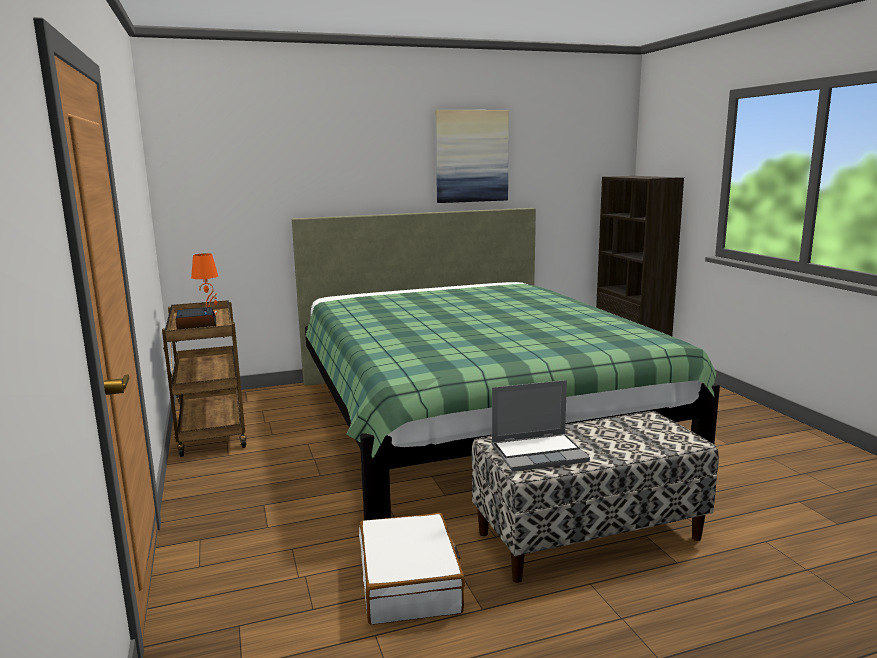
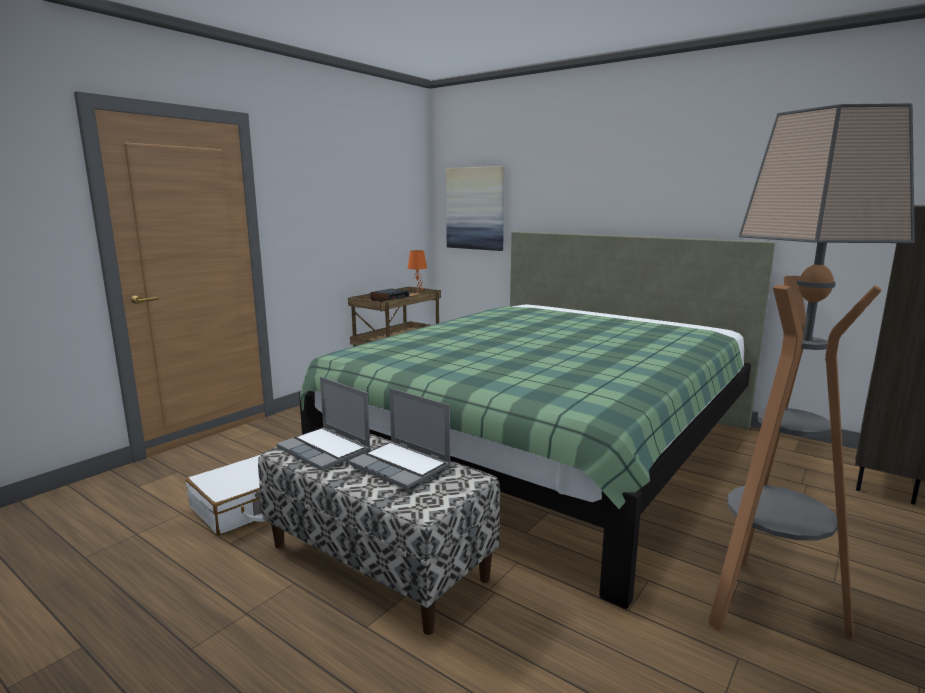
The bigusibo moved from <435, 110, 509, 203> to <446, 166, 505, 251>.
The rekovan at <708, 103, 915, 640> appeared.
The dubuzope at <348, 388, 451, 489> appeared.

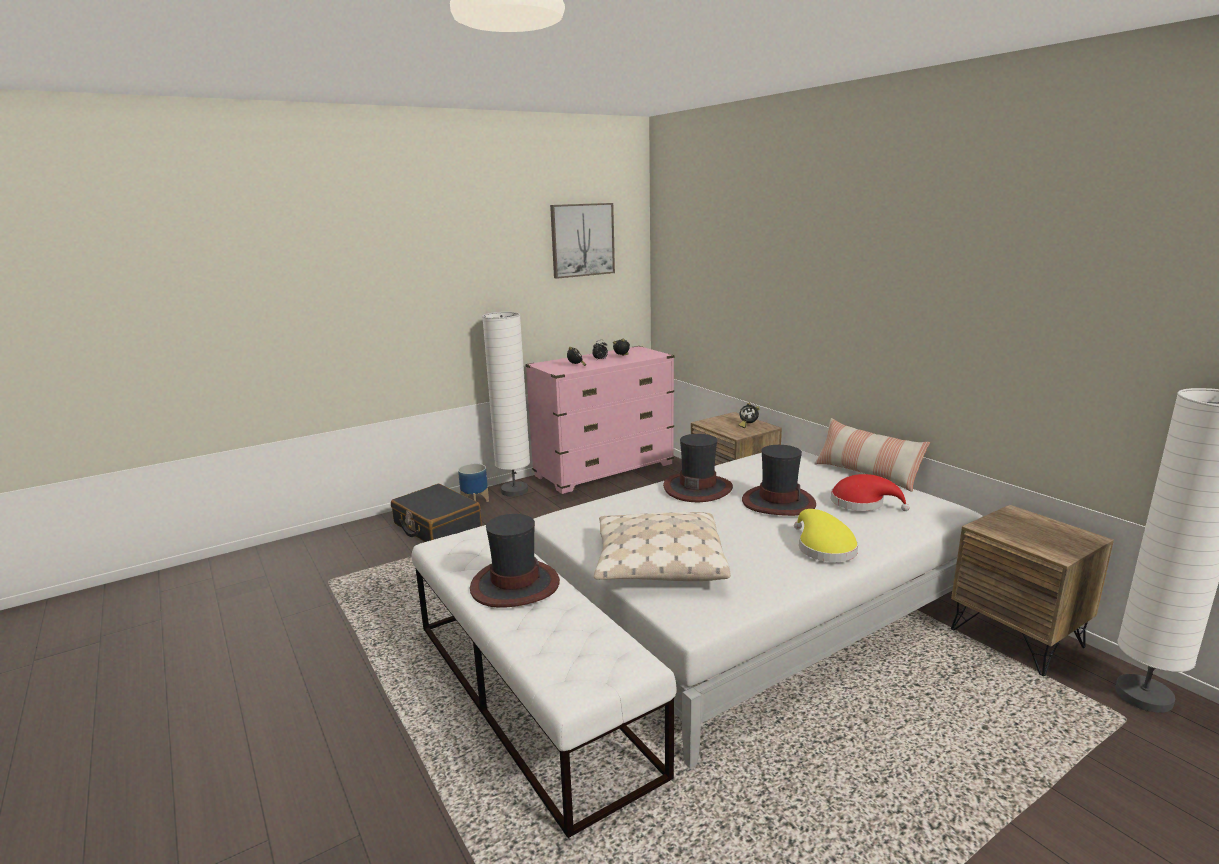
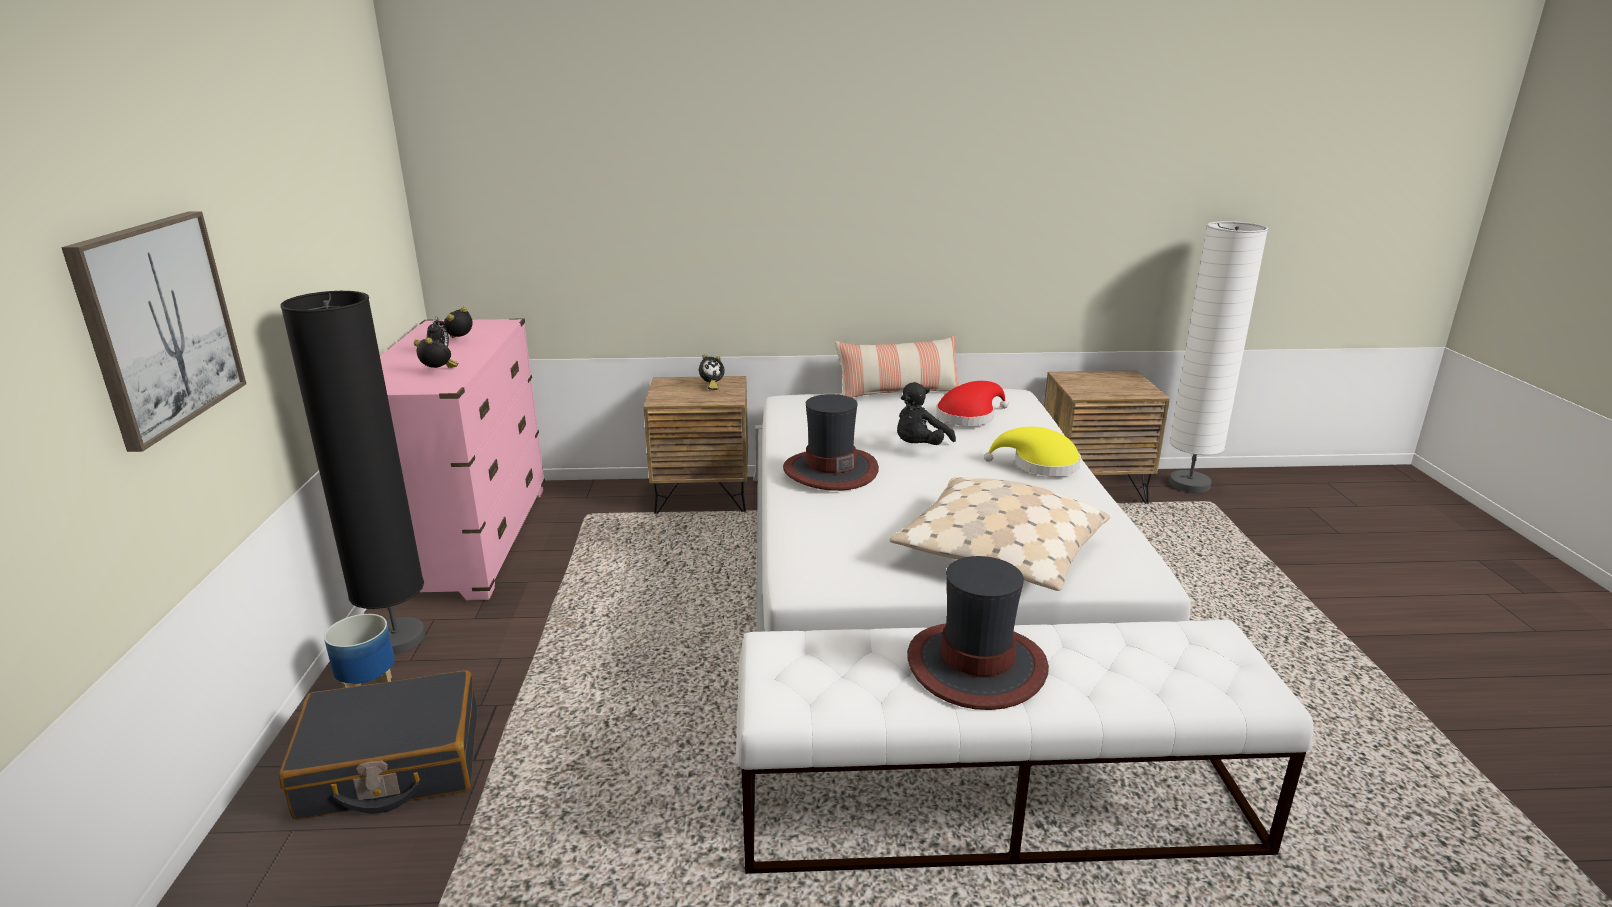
The bigusibo moved from <550, 203, 615, 279> to <61, 211, 246, 452>.
The white_rekovan at <482, 312, 530, 497> became the black_rekovan at <280, 291, 425, 655>.
The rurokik at <742, 445, 816, 516> was replaced by the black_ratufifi at <897, 382, 956, 445>.

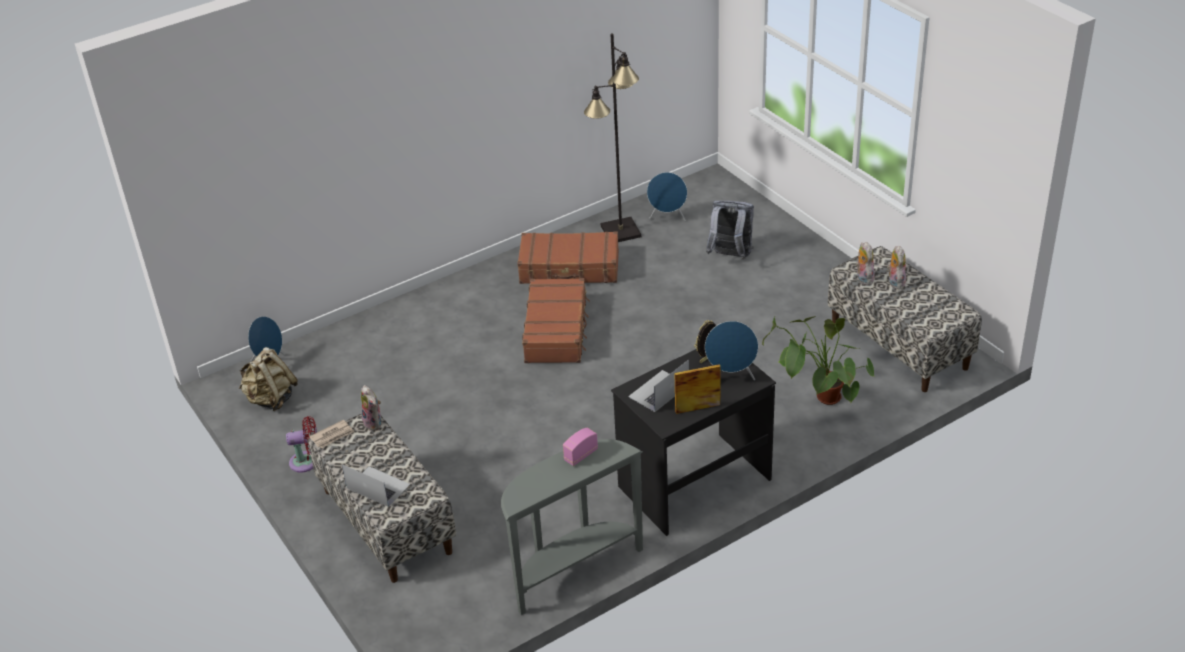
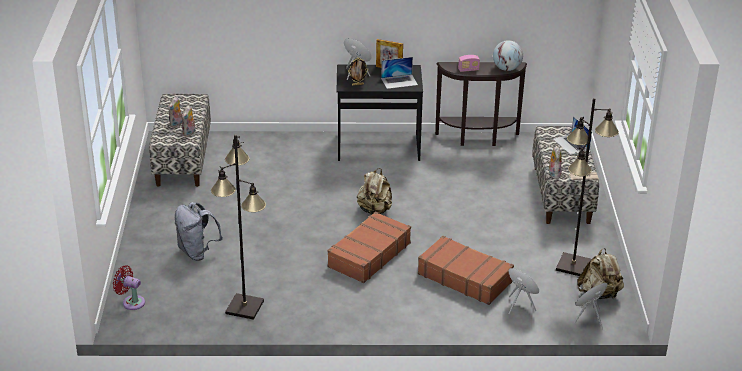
The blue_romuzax moved from <647, 172, 687, 221> to <508, 268, 539, 314>.
The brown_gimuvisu moved from <517, 231, 619, 284> to <418, 236, 514, 305>.
The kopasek at <762, 316, 875, 405> disappeared.
The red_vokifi moved from <286, 416, 317, 473> to <113, 265, 145, 310>.
The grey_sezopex at <501, 439, 643, 615> became the brown_sezopex at <435, 62, 527, 146>.
The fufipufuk at <493, 40, 523, 71> appeared.
The black_rekovan at <556, 98, 619, 276> appeared.
The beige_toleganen at <357, 168, 392, 214> appeared.

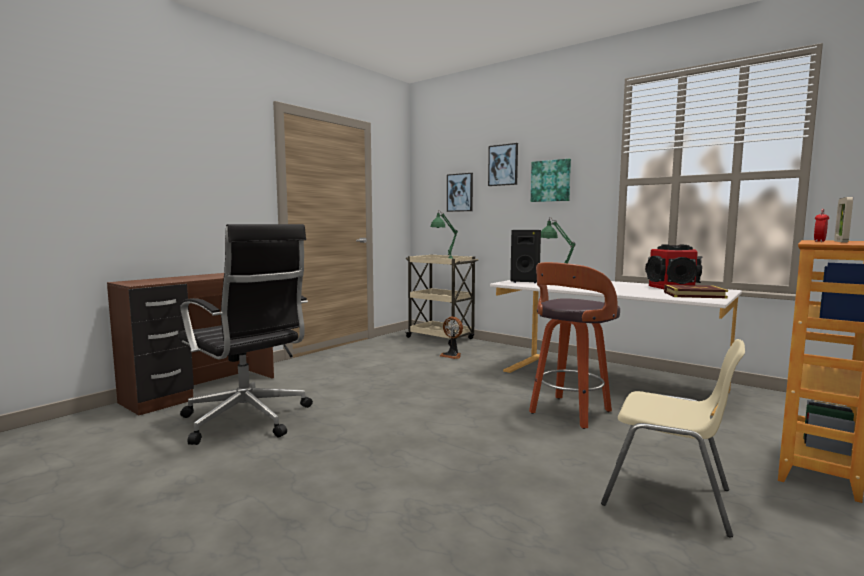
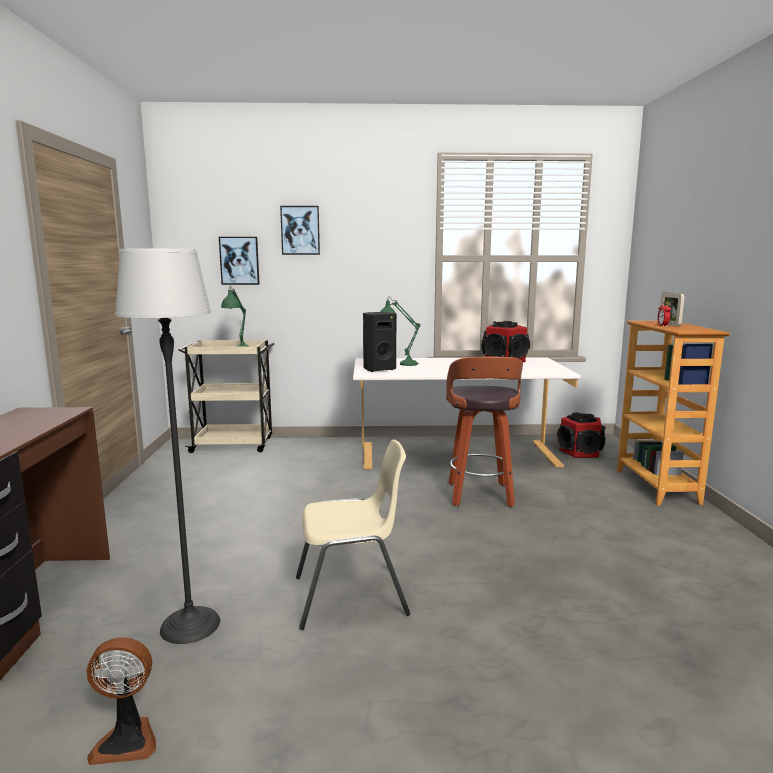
The bigusibo at <531, 159, 571, 202> disappeared.
The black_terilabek at <178, 224, 313, 445> was replaced by the rekovan at <115, 248, 220, 644>.
The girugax at <664, 285, 728, 299> disappeared.
The vokifi moved from <439, 317, 463, 359> to <86, 637, 156, 765>.
The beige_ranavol moved from <601, 339, 745, 538> to <296, 439, 410, 630>.
The romuzax at <557, 412, 606, 458> appeared.

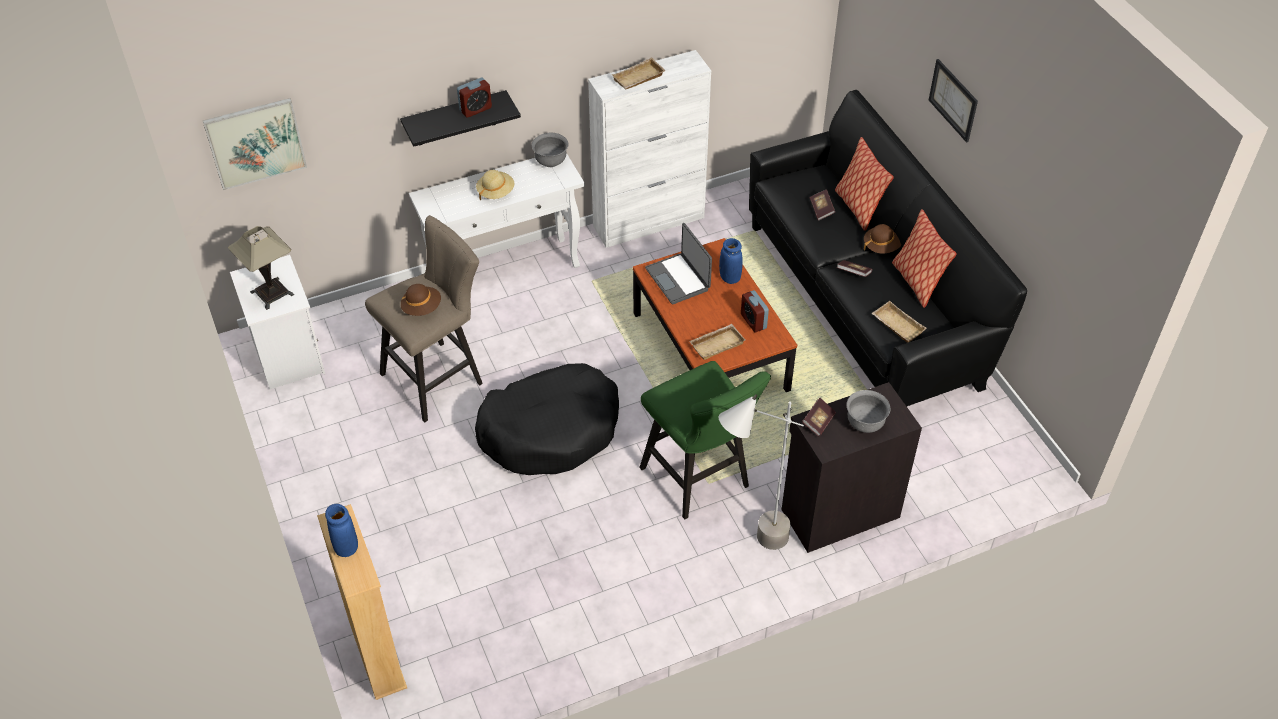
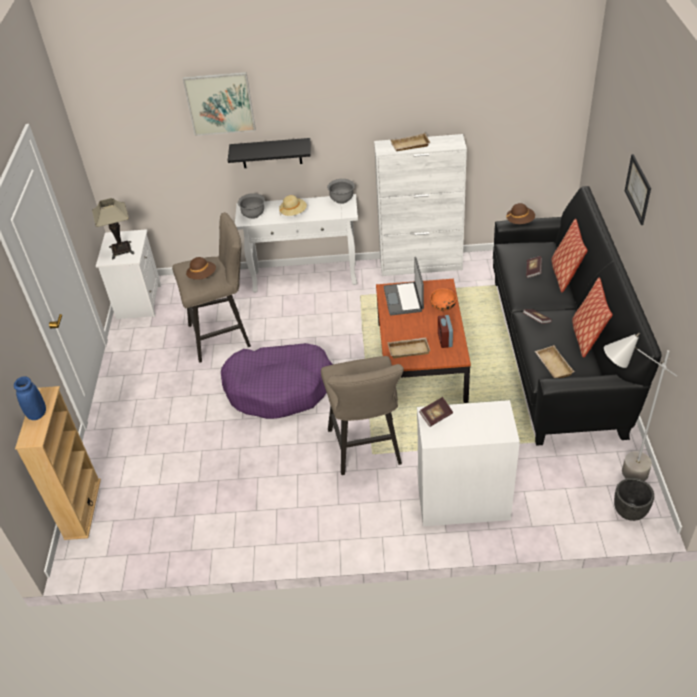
The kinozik at <457, 78, 492, 118> disappeared.
The bigusibo moved from <203, 98, 307, 190> to <183, 72, 256, 136>.
The brown_rurokik moved from <864, 224, 901, 254> to <506, 203, 535, 224>.
The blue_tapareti at <719, 238, 743, 284> was replaced by the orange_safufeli at <430, 288, 457, 311>.
The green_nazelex at <639, 361, 771, 519> became the beige_nazelex at <321, 356, 404, 475>.
The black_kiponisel at <475, 363, 619, 475> became the purple_kiponisel at <221, 343, 333, 419>.
The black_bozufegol at <782, 382, 922, 553> became the white_bozufegol at <417, 400, 520, 526>.
The grey_safufeli moved from <847, 390, 890, 433> to <238, 193, 265, 219>.
The grey_rekovan moved from <719, 394, 804, 550> to <604, 333, 677, 481>.
The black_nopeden at <614, 478, 654, 521> appeared.

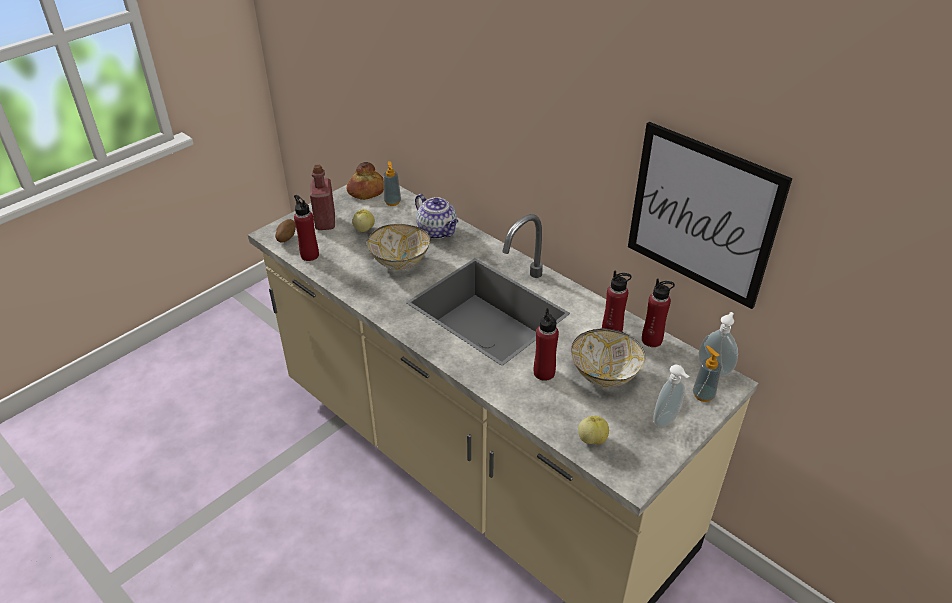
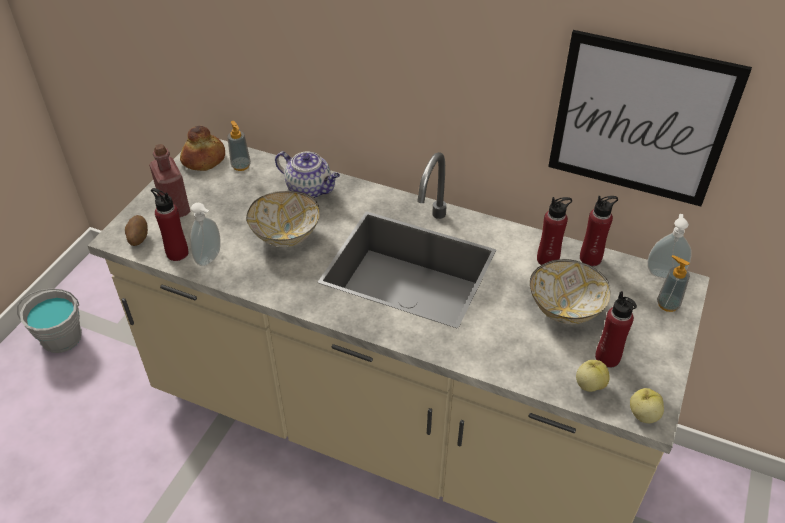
The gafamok moved from <352, 209, 375, 232> to <630, 388, 664, 423>.
The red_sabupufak moved from <534, 308, 559, 381> to <595, 291, 637, 368>.
The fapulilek moved from <653, 365, 689, 427> to <190, 203, 221, 266>.
The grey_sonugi at <17, 289, 82, 353> appeared.

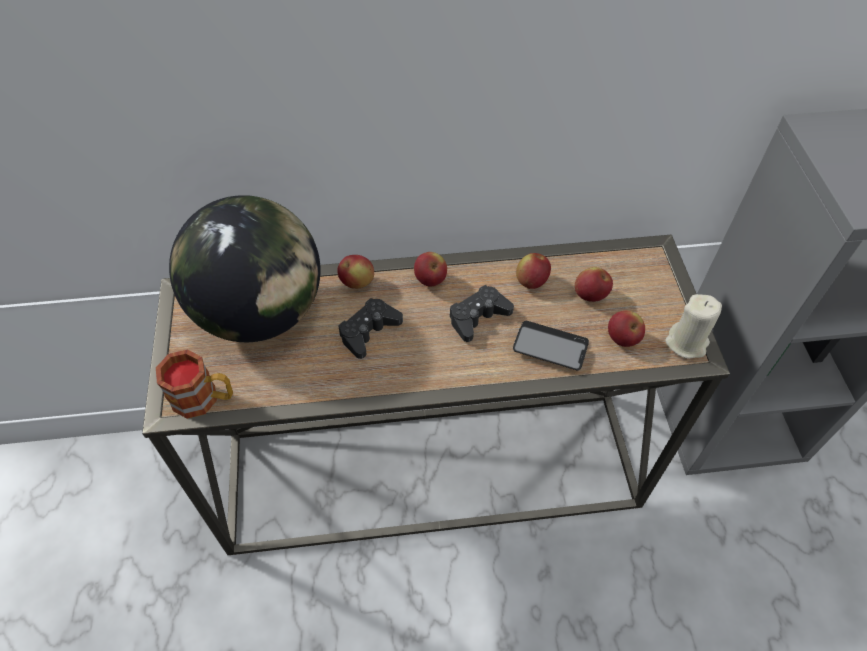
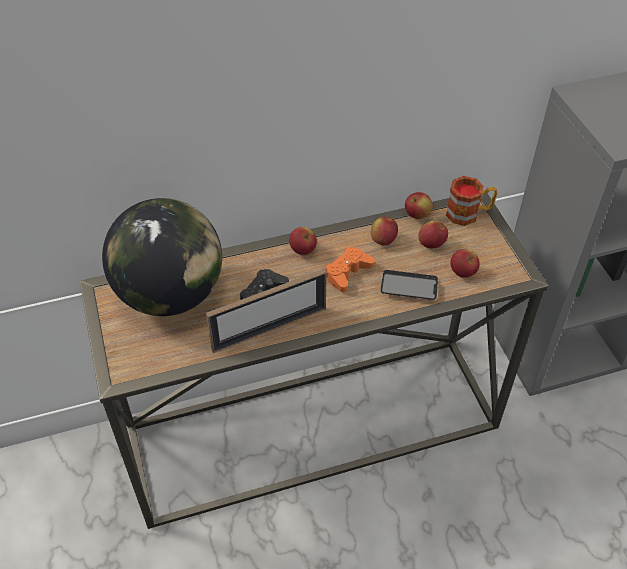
The gafamok moved from <337, 255, 374, 289> to <405, 192, 433, 219>.
The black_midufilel at <449, 285, 514, 342> became the orange_midufilel at <325, 247, 375, 292>.
The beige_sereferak at <665, 294, 722, 359> disappeared.
The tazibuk moved from <156, 350, 233, 419> to <446, 176, 497, 226>.
The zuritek at <206, 269, 327, 353> appeared.

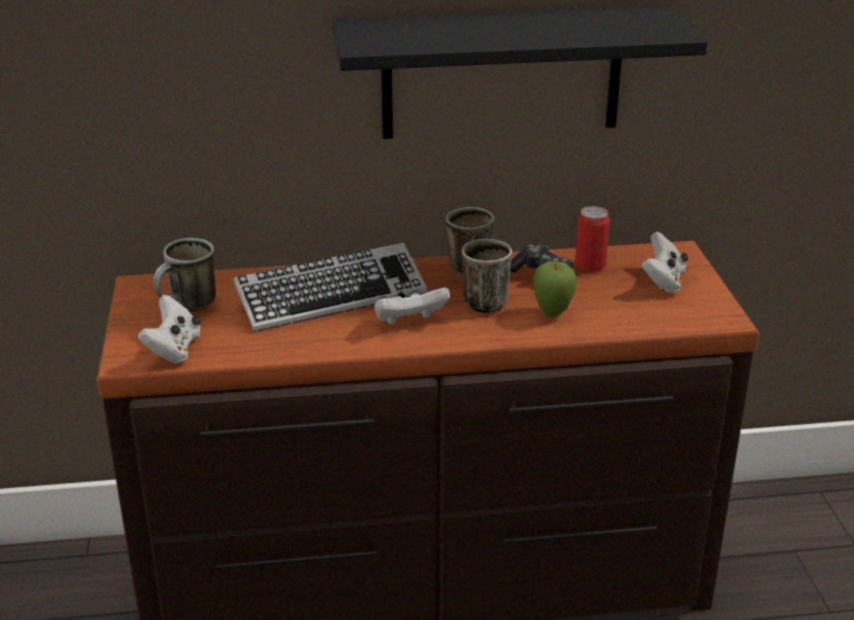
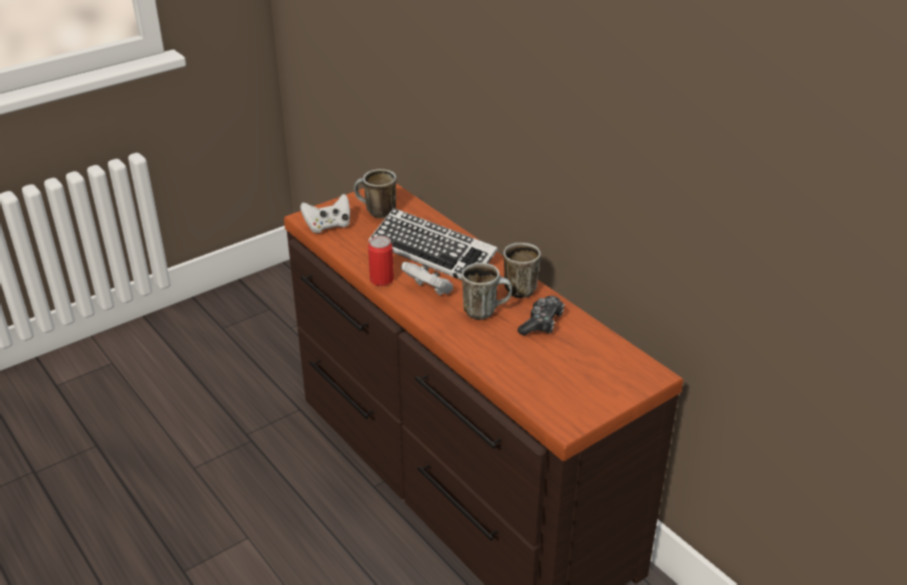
The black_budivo at <332, 7, 707, 139> disappeared.
The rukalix moved from <575, 206, 610, 272> to <368, 236, 394, 286>.
The white_midufilel at <641, 232, 688, 293> disappeared.
The gafamok at <533, 261, 577, 317> disappeared.

